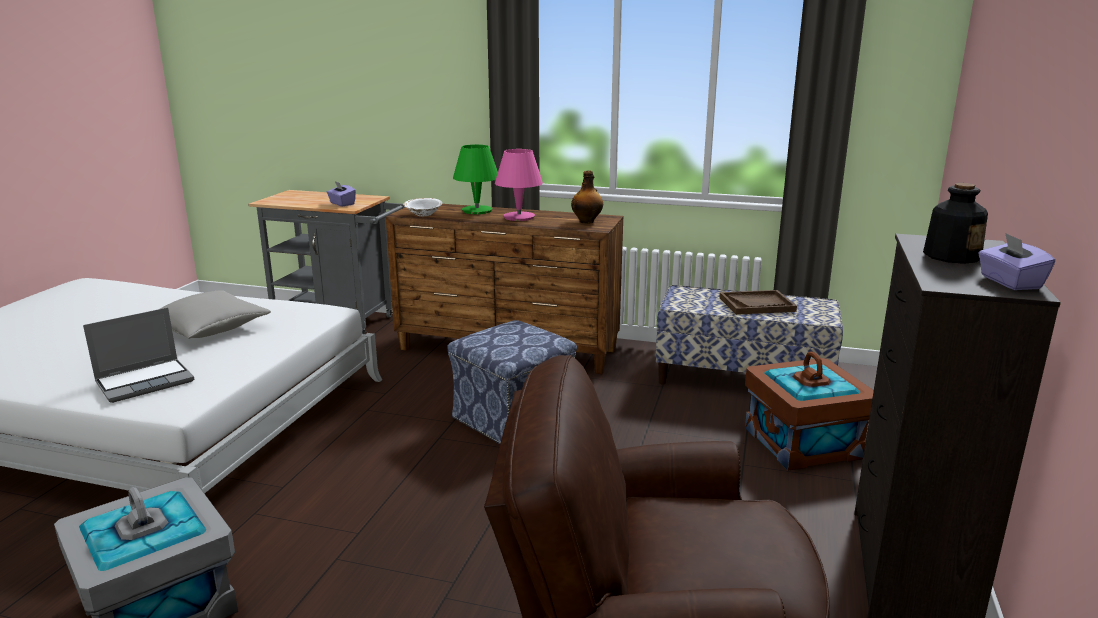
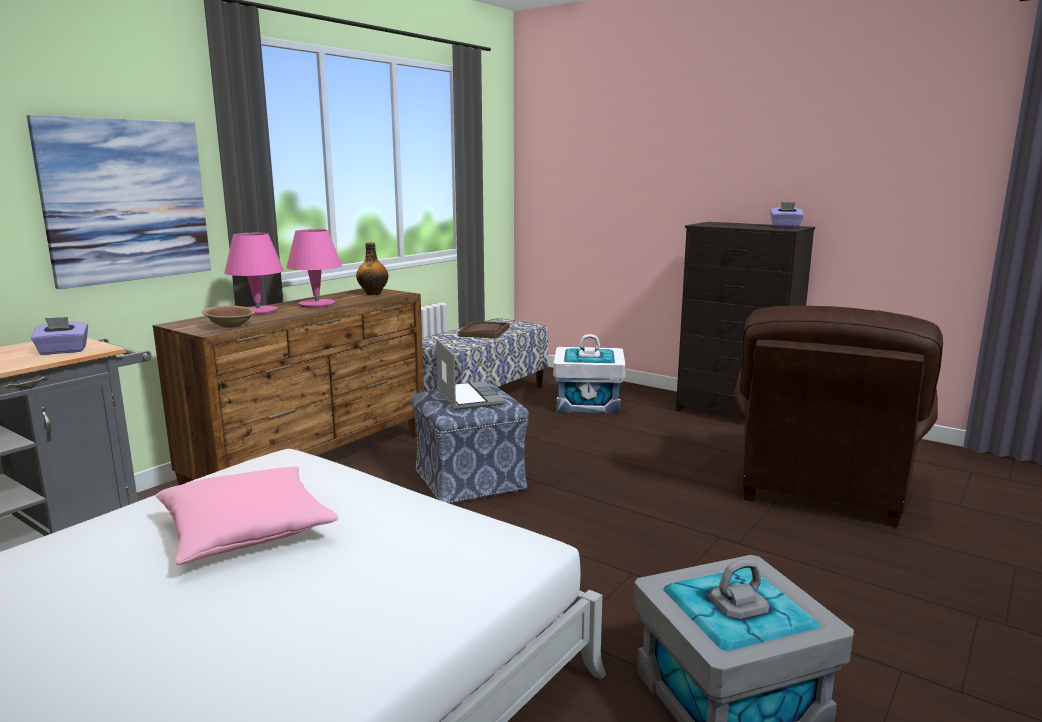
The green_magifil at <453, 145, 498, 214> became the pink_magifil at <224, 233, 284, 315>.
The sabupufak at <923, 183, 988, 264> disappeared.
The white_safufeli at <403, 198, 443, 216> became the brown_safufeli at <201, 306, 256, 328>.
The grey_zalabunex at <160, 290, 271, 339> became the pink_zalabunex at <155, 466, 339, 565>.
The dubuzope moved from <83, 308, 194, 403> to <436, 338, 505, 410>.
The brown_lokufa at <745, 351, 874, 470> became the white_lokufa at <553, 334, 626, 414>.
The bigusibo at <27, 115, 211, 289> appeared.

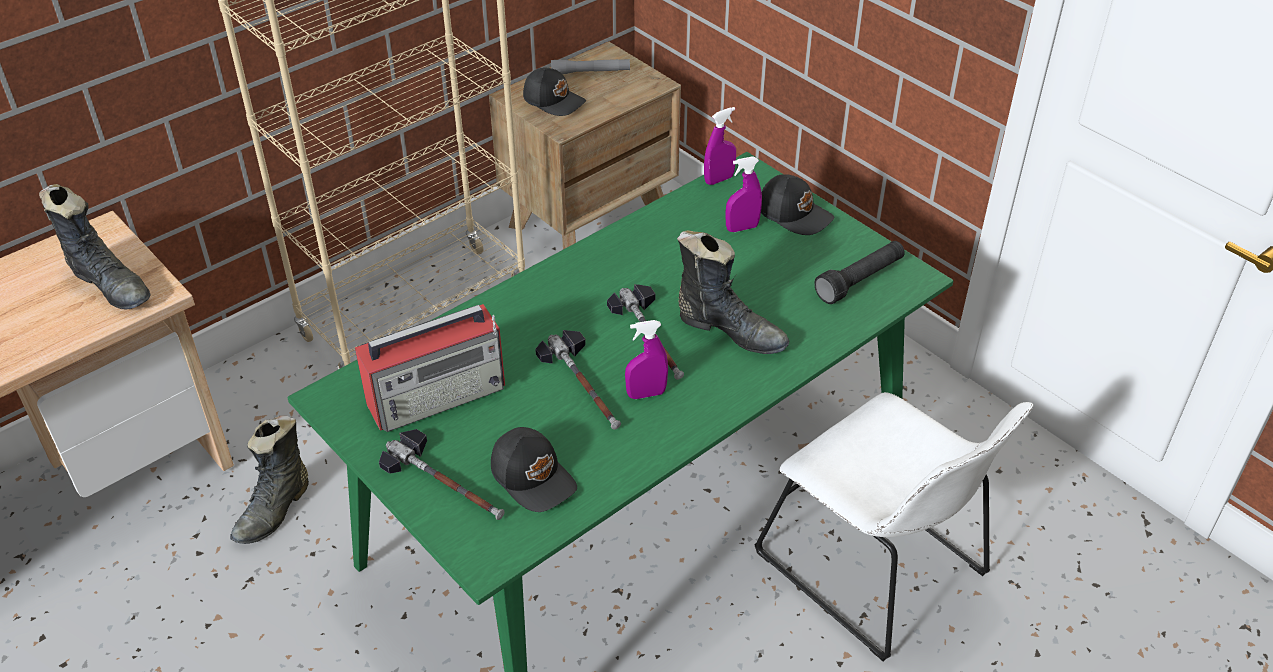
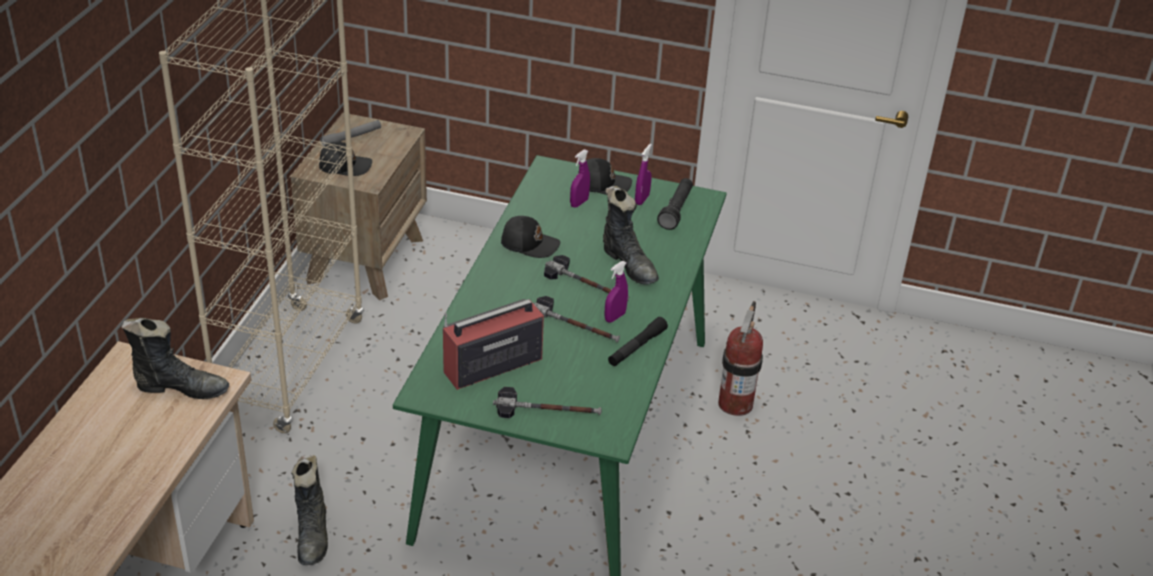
The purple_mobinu moved from <704, 107, 736, 185> to <635, 144, 652, 205>.
The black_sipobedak at <677, 230, 789, 354> turned 60 degrees clockwise.
The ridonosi at <355, 304, 505, 432> turned 150 degrees counterclockwise.
The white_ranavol at <755, 392, 1033, 661> was replaced by the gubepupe at <718, 301, 763, 416>.
The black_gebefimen moved from <491, 427, 577, 512> to <501, 216, 560, 258>.
The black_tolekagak at <608, 317, 668, 366> appeared.

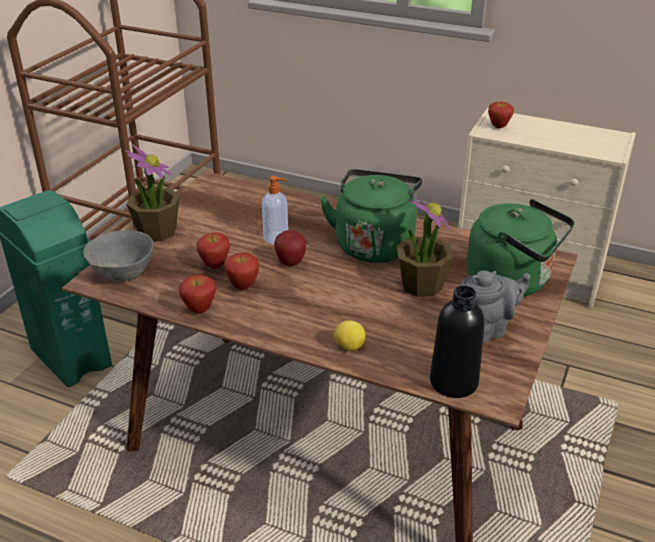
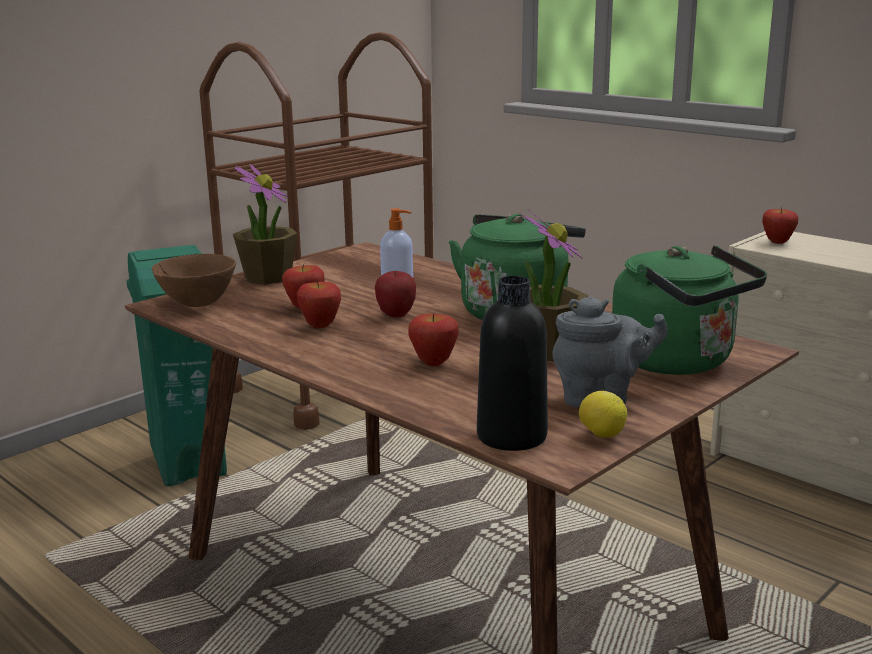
The grey_safufeli at <83, 230, 154, 282> became the brown_safufeli at <152, 254, 236, 307>.
The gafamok moved from <179, 275, 217, 314> to <408, 313, 459, 366>.
The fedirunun moved from <334, 320, 365, 351> to <579, 391, 627, 438>.

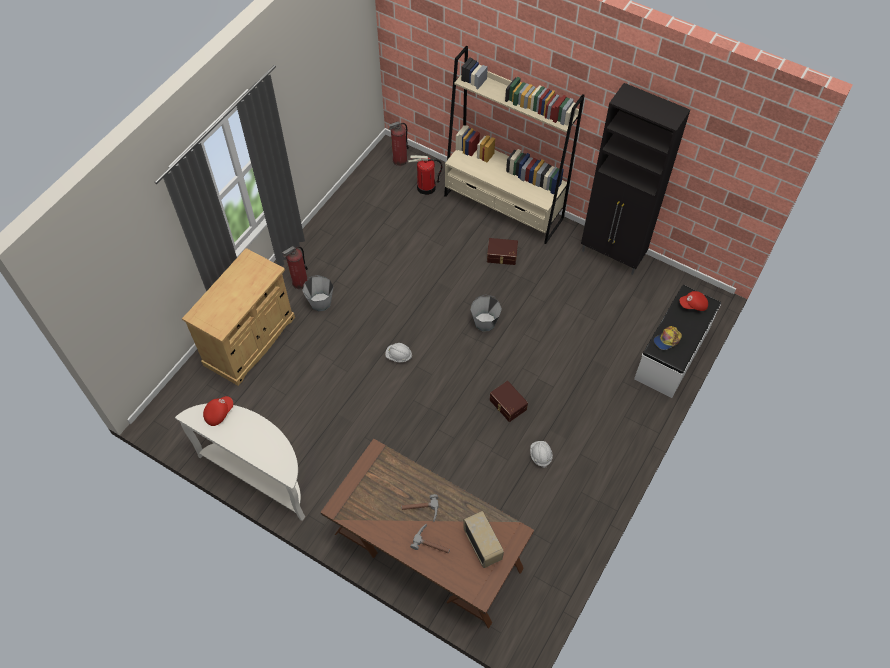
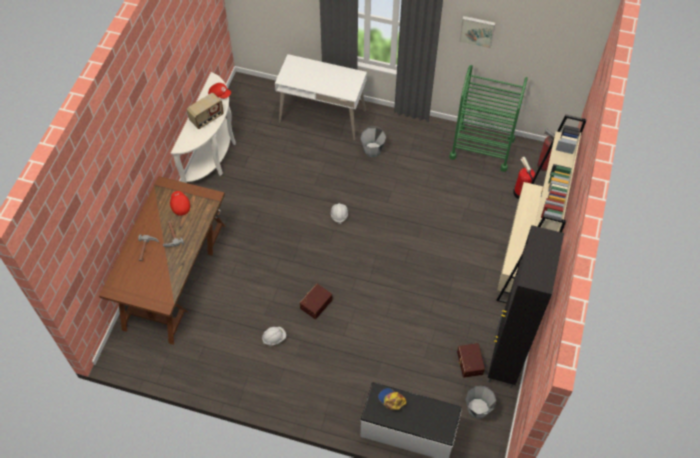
The brown_lokufa moved from <487, 238, 518, 265> to <457, 343, 485, 378>.
The gubepupe at <282, 246, 308, 289> disappeared.
The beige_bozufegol at <182, 248, 295, 386> was replaced by the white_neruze at <275, 54, 367, 140>.
The red_gebefimen moved from <680, 291, 708, 311> to <170, 191, 190, 216>.
The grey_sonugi moved from <470, 294, 502, 331> to <465, 386, 497, 419>.
The ridonosi moved from <464, 511, 504, 568> to <187, 93, 224, 129>.
The bigusibo at <459, 16, 495, 49> appeared.
The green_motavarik at <449, 65, 528, 172> appeared.

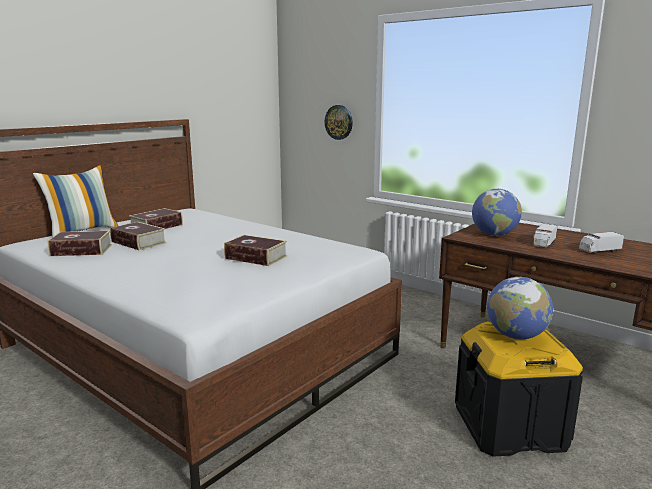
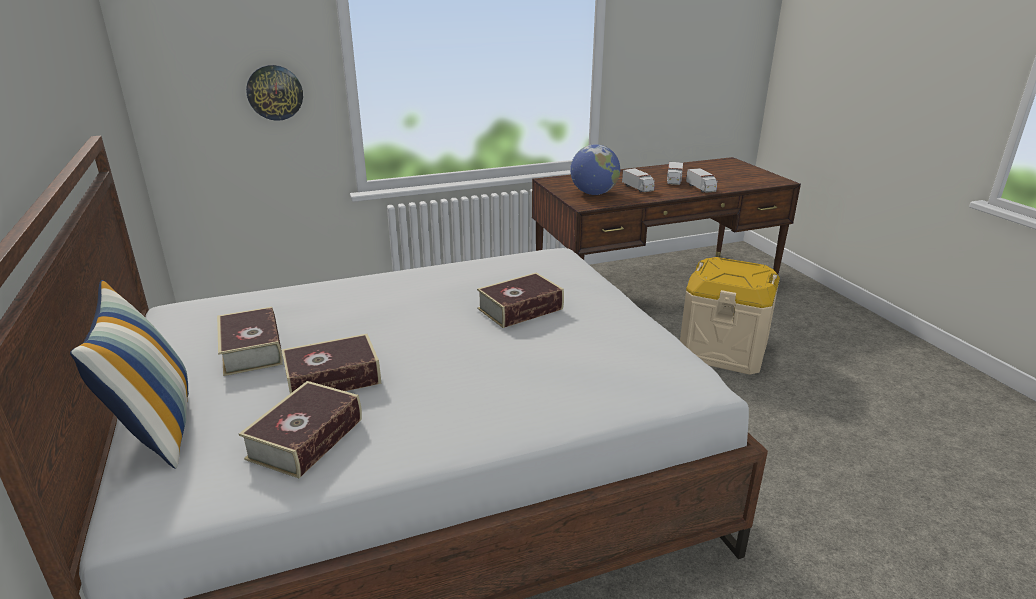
The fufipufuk at <487, 277, 553, 339> disappeared.
The black_lokufa at <455, 322, 583, 457> became the beige_lokufa at <680, 257, 780, 375>.
The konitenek at <686, 168, 717, 192> appeared.

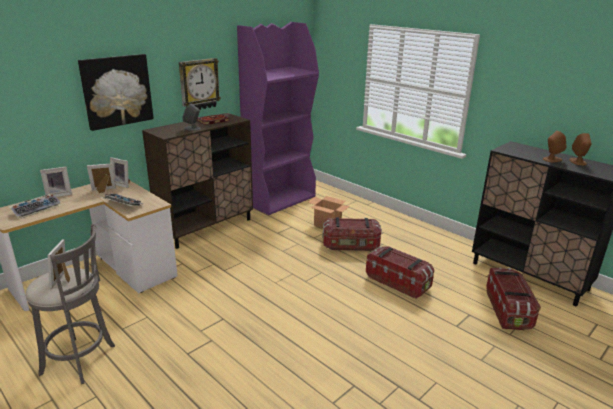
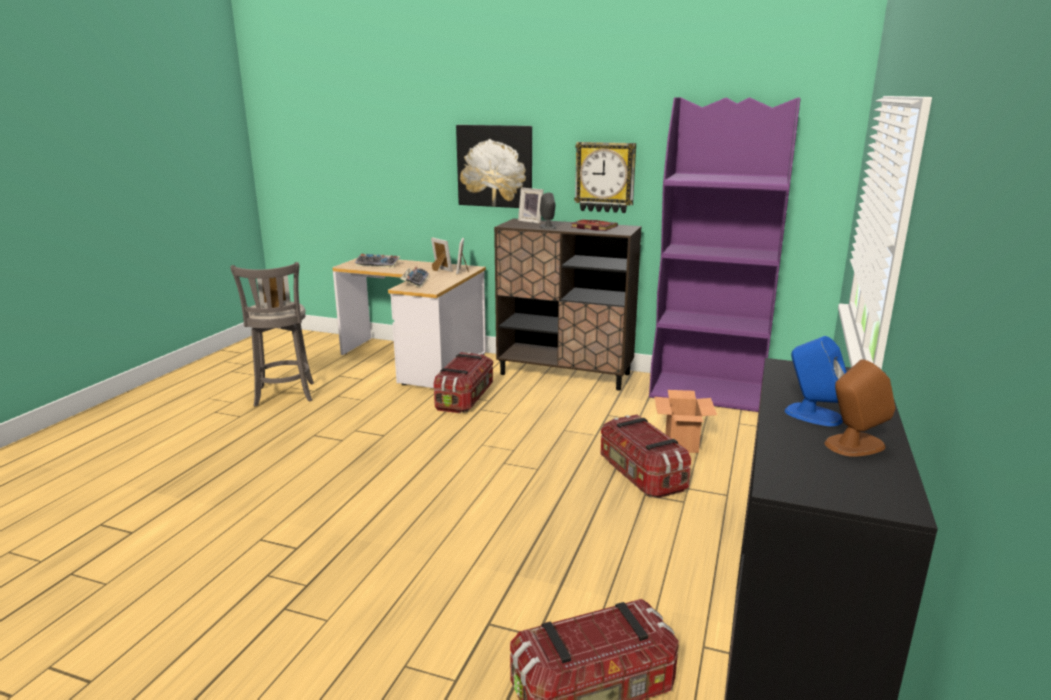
The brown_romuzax at <543, 131, 567, 162> became the blue_romuzax at <785, 336, 847, 426>.
The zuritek moved from <40, 167, 72, 197> to <518, 187, 544, 224>.
The lokufa moved from <366, 246, 435, 299> to <434, 352, 493, 413>.

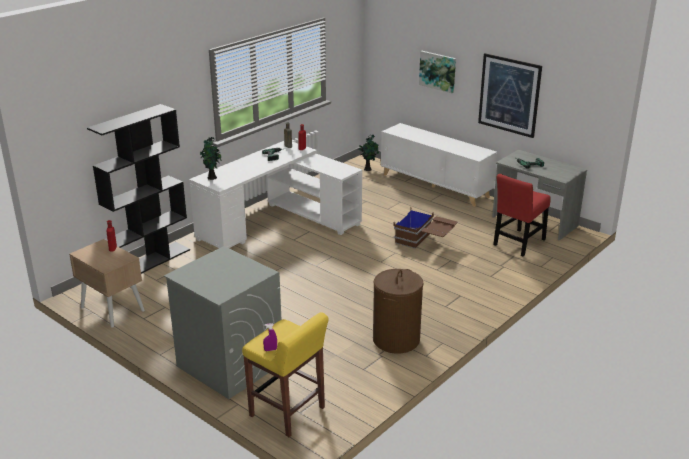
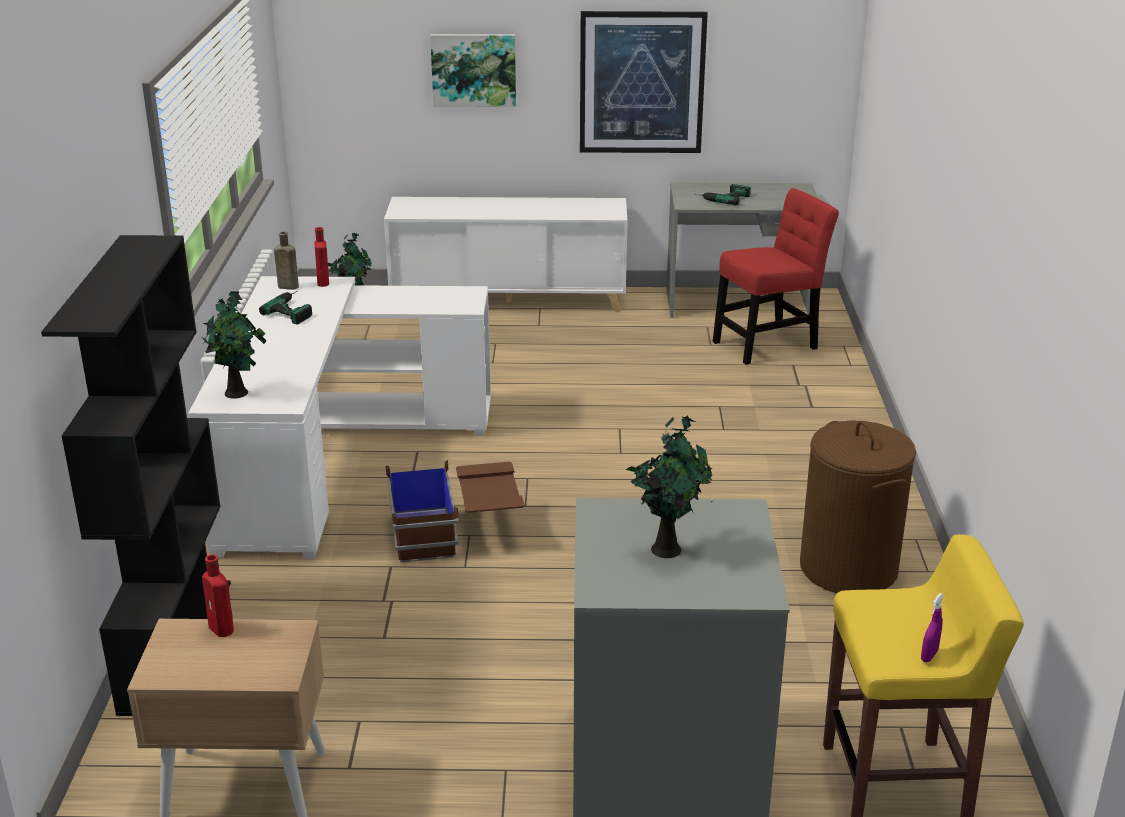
The red_ranavol at <493, 174, 551, 256> turned 120 degrees counterclockwise.
The brown_lokufa moved from <393, 207, 458, 249> to <386, 460, 525, 562>.
The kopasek at <625, 416, 712, 558> appeared.

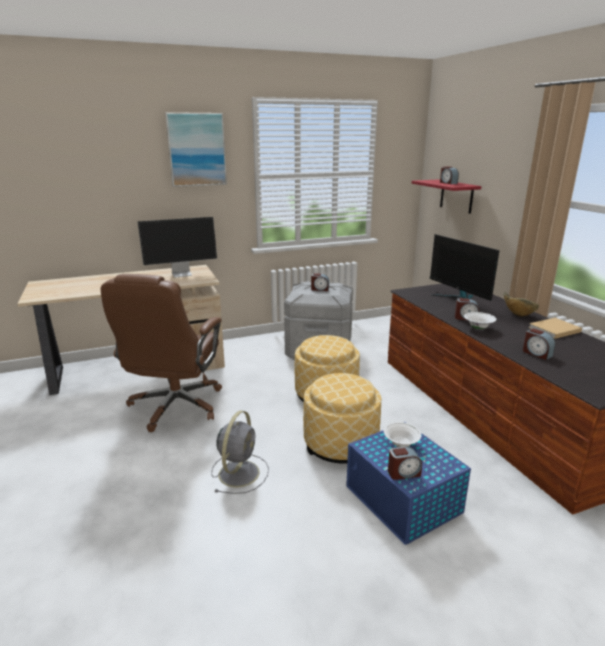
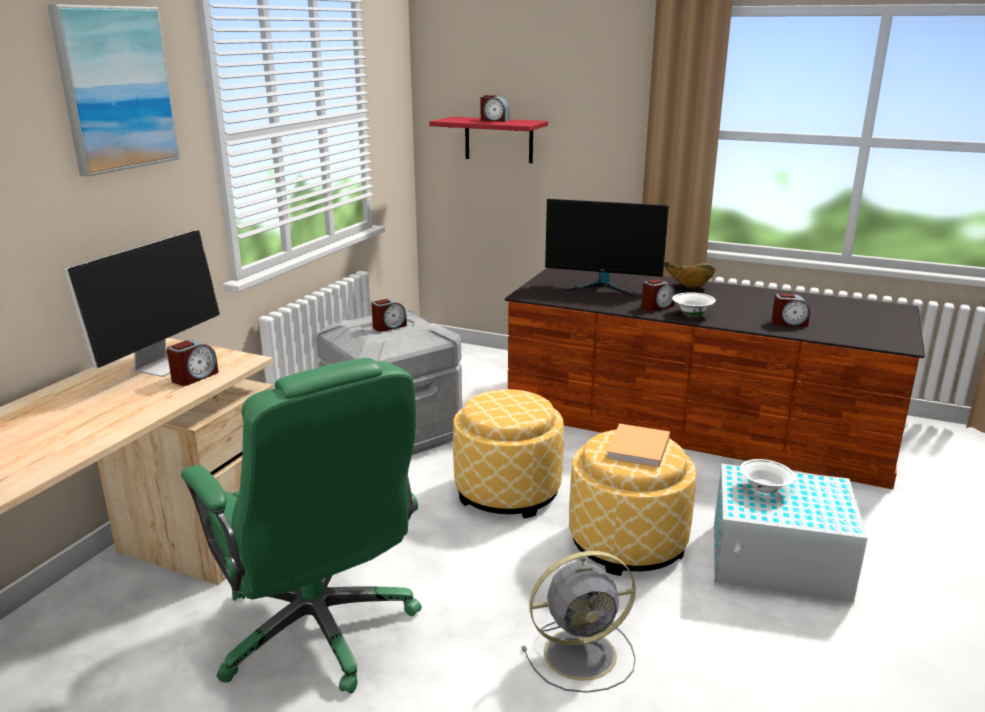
The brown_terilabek at <101, 274, 222, 432> became the green_terilabek at <181, 358, 422, 694>.
The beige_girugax moved from <529, 318, 582, 339> to <606, 424, 670, 468>.
The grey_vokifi at <211, 411, 269, 494> turned 105 degrees clockwise.
The blue_lokufa at <346, 422, 471, 545> became the white_lokufa at <714, 464, 868, 606>.
The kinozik moved from <388, 446, 422, 480> to <166, 340, 219, 386>.

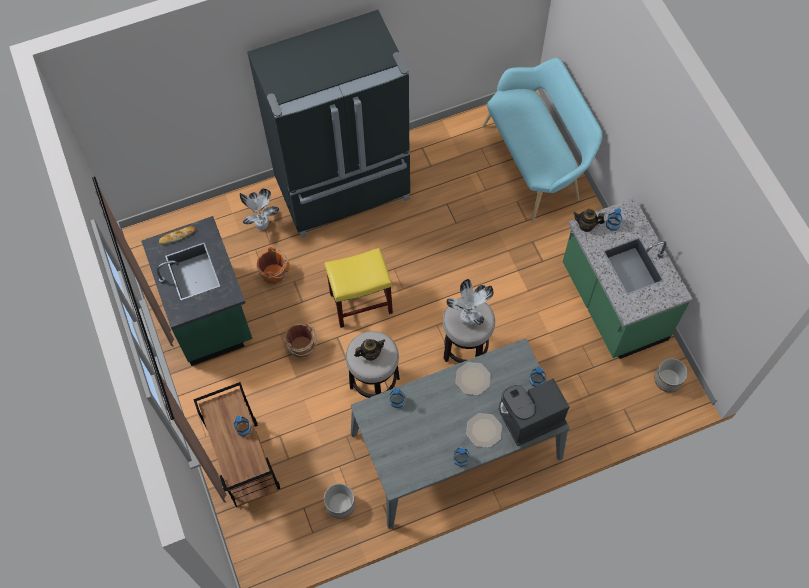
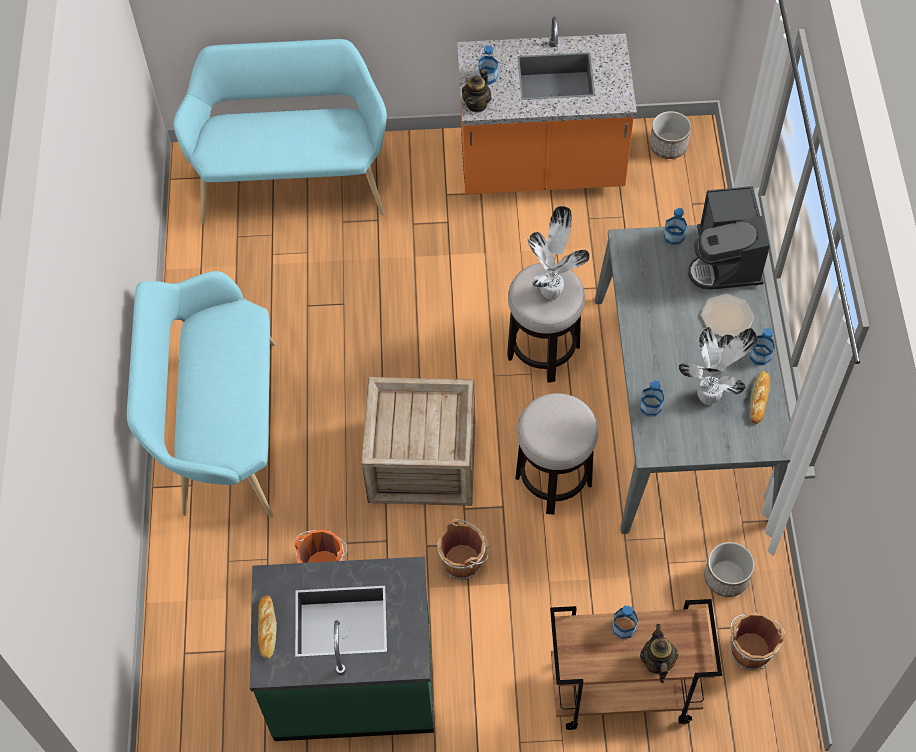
The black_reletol at <247, 10, 410, 237> was replaced by the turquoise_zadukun at <127, 271, 276, 518>.
The kopasek moved from <239, 188, 279, 230> to <679, 327, 757, 405>.
The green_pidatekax at <563, 197, 692, 359> became the orange_pidatekax at <457, 16, 637, 194>.
The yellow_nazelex at <325, 248, 393, 328> was replaced by the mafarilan at <362, 377, 475, 506>.
The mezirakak moved from <354, 339, 385, 361> to <640, 624, 678, 683>.
The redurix at <455, 362, 491, 395> disappeared.
The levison at <750, 371, 770, 424> appeared.
The brown_sonugi at <730, 612, 785, 670> appeared.

